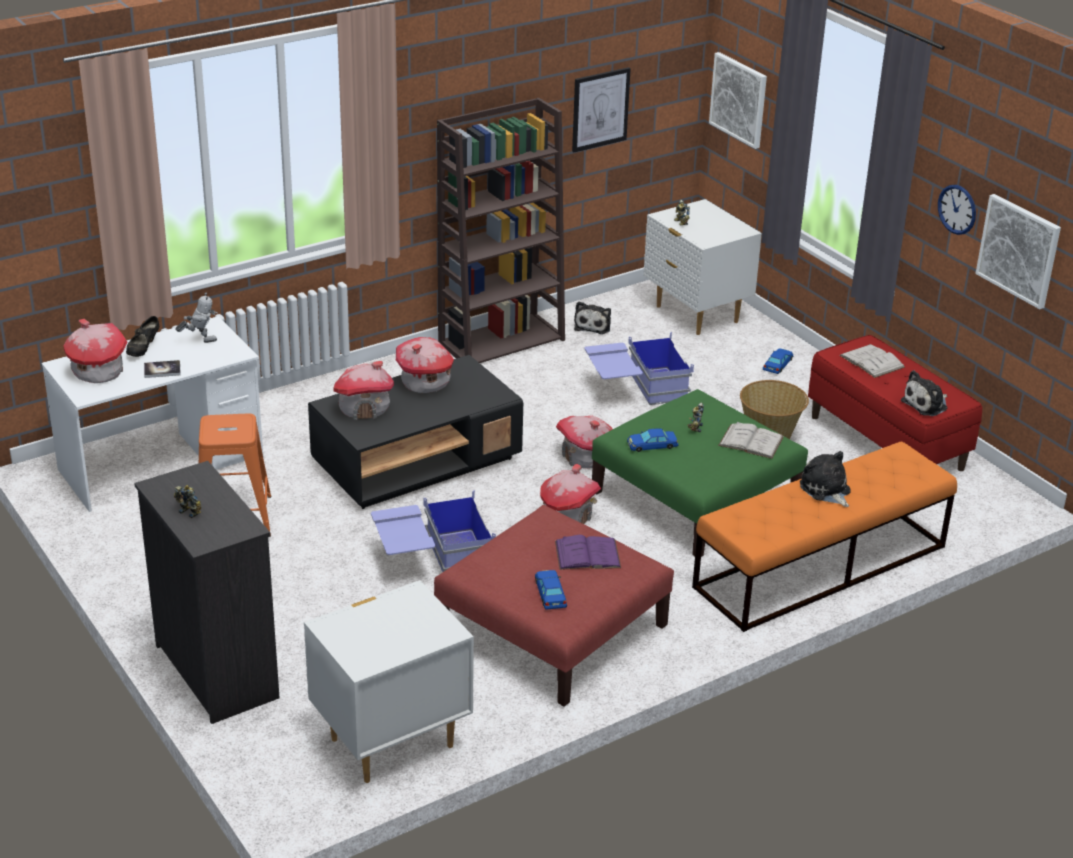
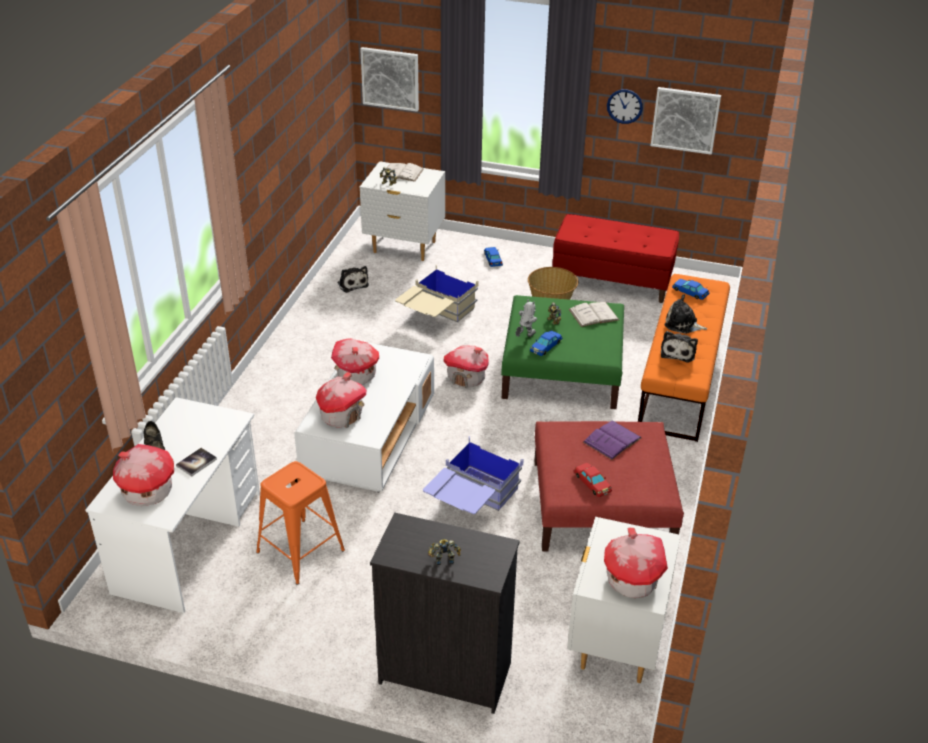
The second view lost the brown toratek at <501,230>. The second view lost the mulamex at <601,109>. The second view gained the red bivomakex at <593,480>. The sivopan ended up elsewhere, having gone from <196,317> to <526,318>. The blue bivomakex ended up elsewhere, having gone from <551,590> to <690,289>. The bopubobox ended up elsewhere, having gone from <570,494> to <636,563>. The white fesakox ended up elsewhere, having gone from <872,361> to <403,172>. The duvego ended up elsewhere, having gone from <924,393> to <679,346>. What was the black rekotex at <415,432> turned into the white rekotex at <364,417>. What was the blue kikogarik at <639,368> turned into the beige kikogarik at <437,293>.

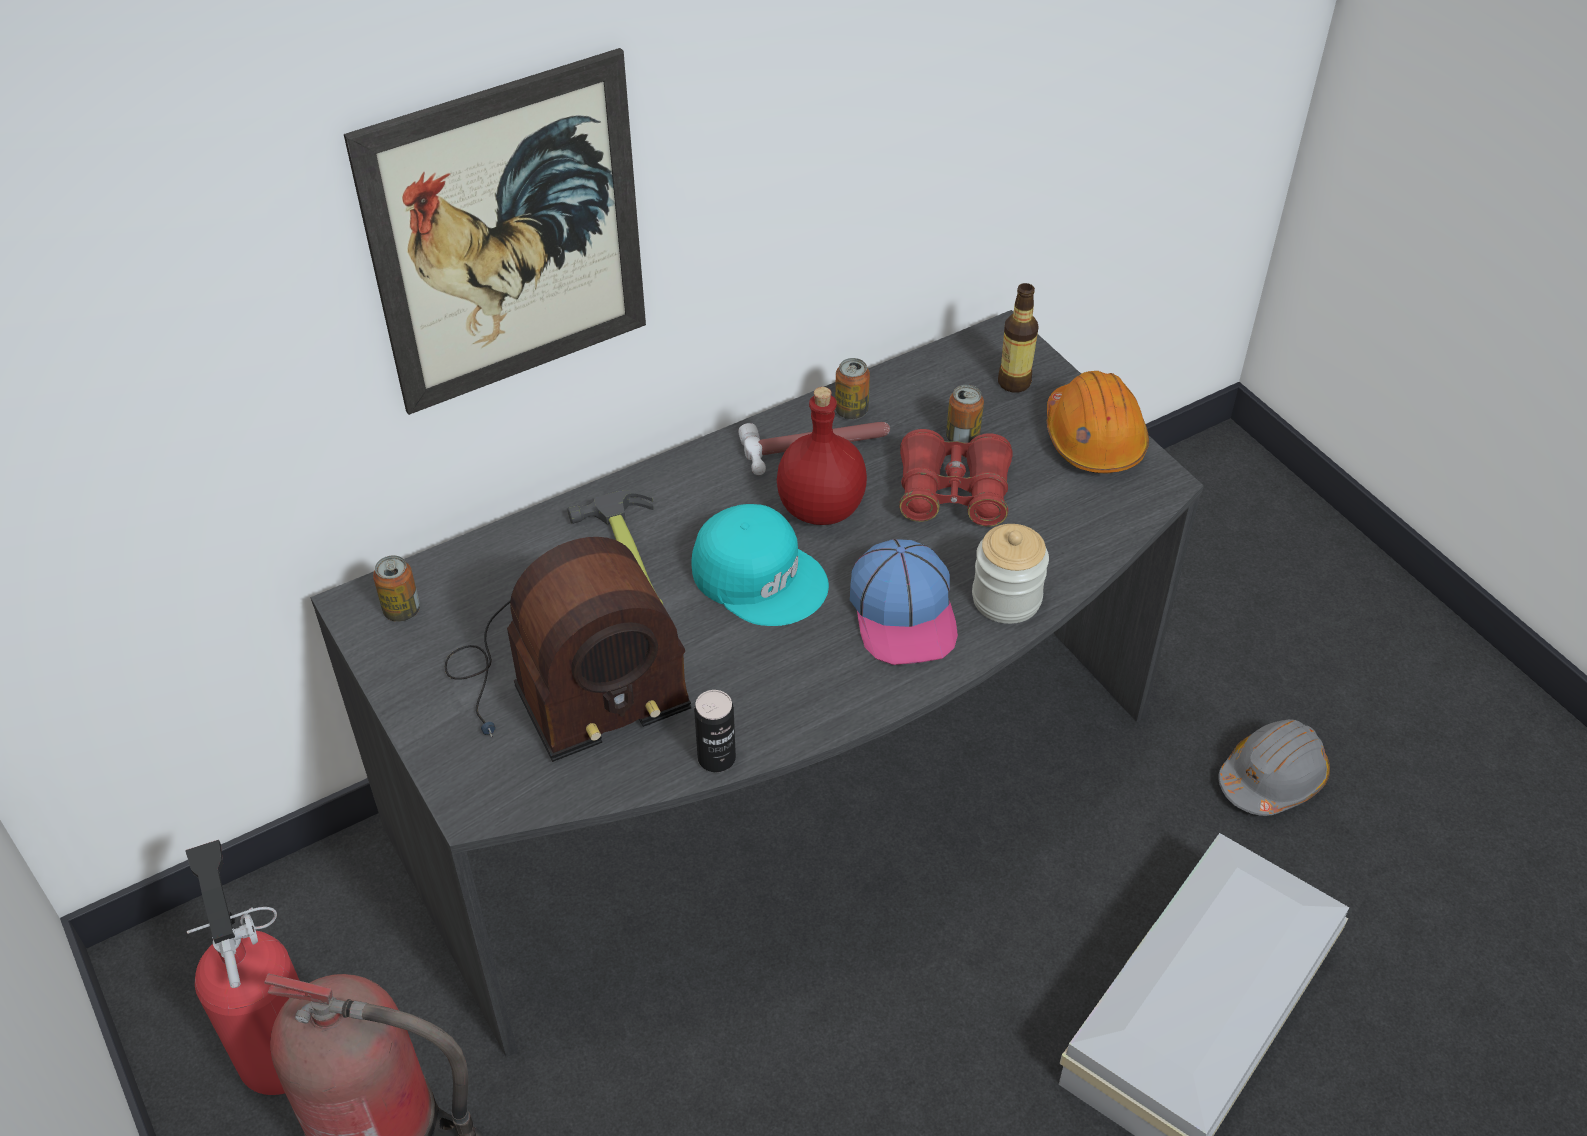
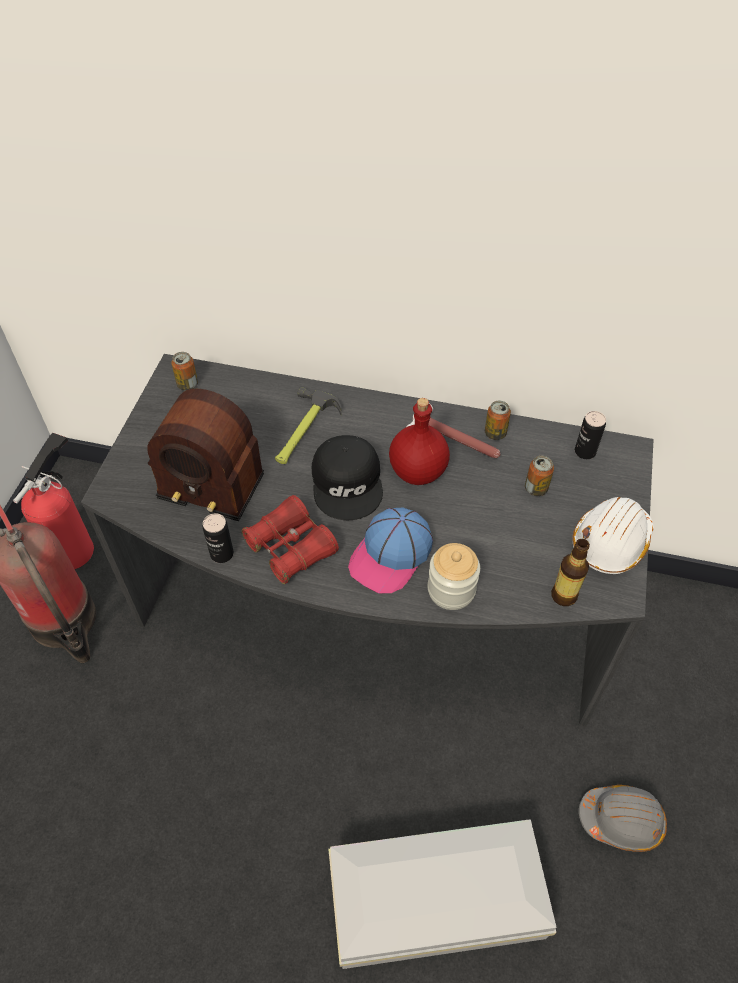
The second view lost the mulamex at <495,231>. The second view gained the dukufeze at <590,435>. The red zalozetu ended up elsewhere, having gone from <956,477> to <290,539>. The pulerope ended up elsewhere, having gone from <1018,337> to <570,572>. What was the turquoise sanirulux at <760,565> turned into the black sanirulux at <347,477>. What was the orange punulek at <1098,422> turned into the white punulek at <613,535>.

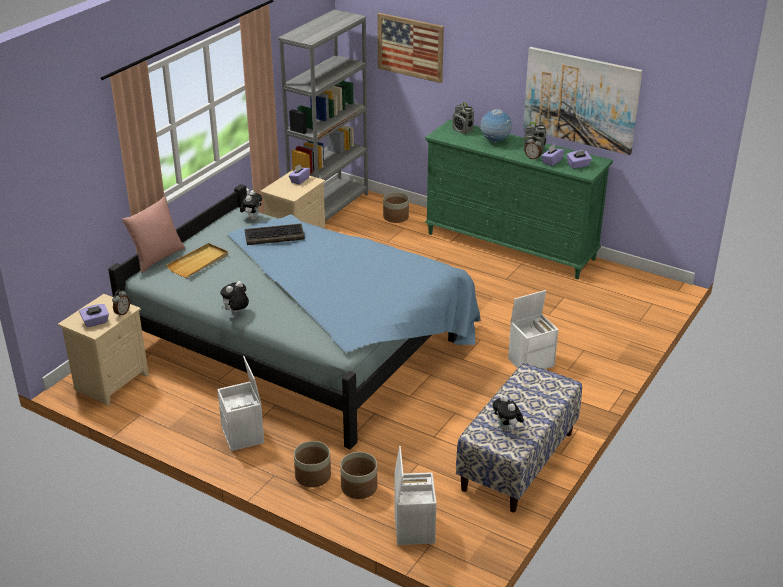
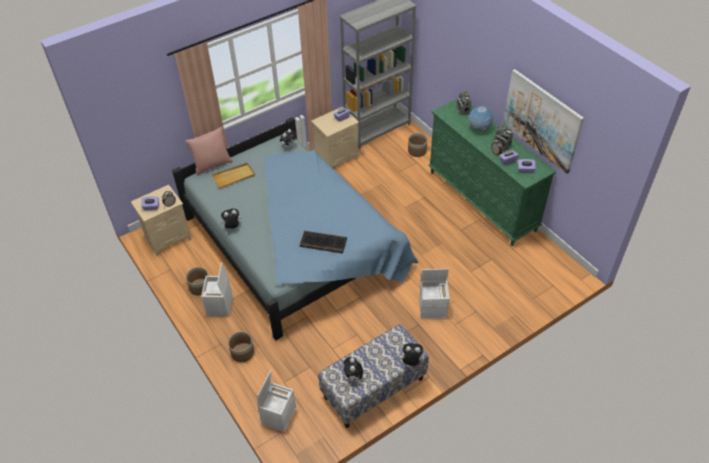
The second view lost the mulamex at <410,48>. The second view gained the duvego at <411,354>. The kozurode ended up elsewhere, having gone from <275,234> to <323,242>. The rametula ended up elsewhere, having gone from <358,475> to <197,281>.

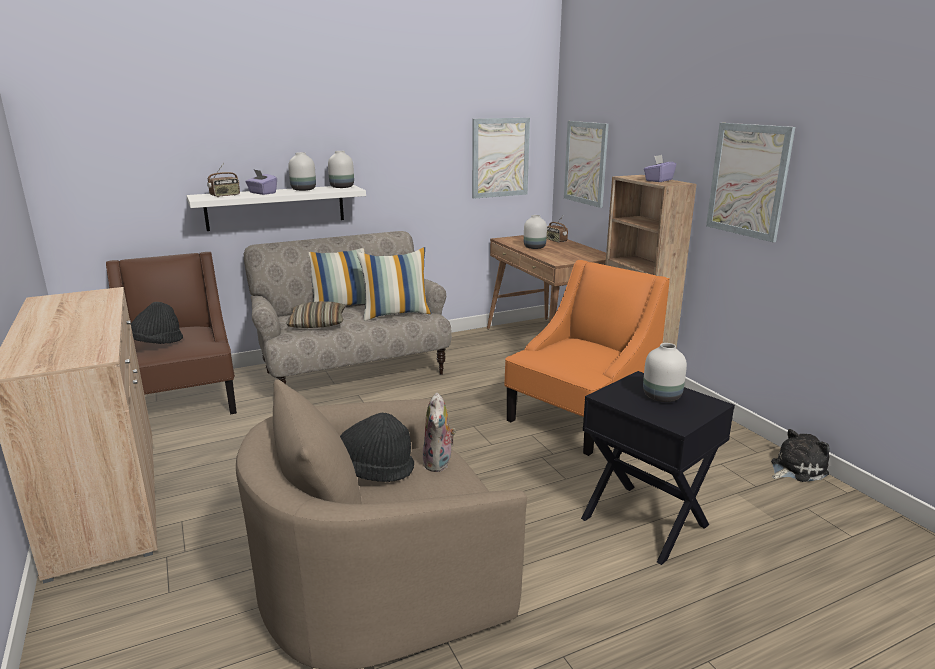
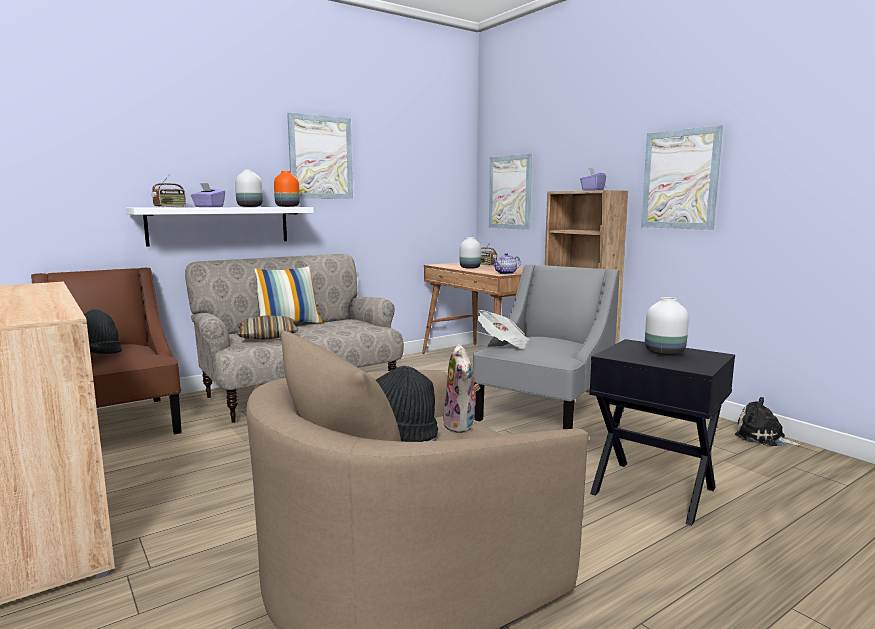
The second view lost the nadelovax at <394,284>. The second view gained the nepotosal at <503,329>. The second view gained the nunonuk at <506,263>. The mulamex ended up elsewhere, having gone from <501,158> to <320,156>. What was the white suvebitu at <341,169> turned into the orange suvebitu at <287,189>. What was the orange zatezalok at <587,358> turned into the grey zatezalok at <546,346>. The duvego at <800,455> ended up facing another way, 105 degrees counterclockwise from before.

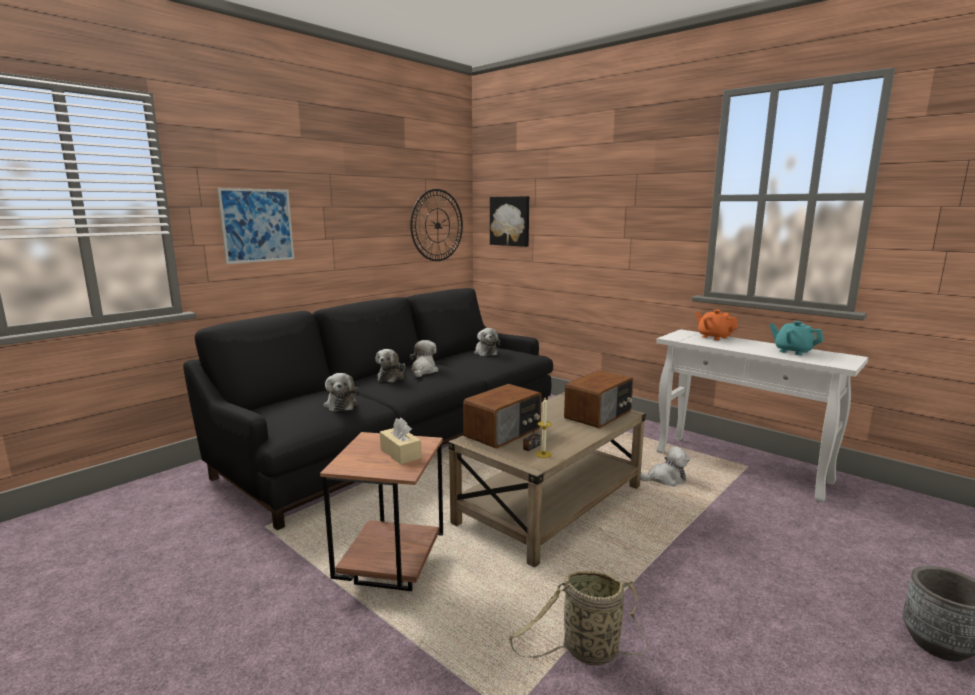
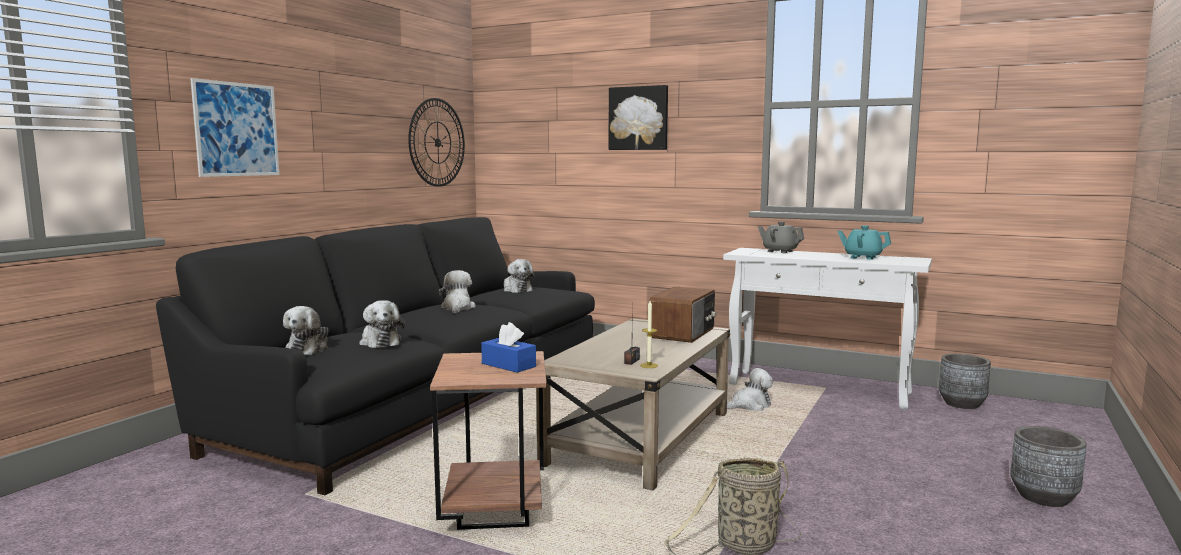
The second view lost the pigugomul at <502,416>. The second view gained the grey rametula at <965,381>. The duvego ended up elsewhere, having gone from <390,366> to <305,330>. The mulamex ended up elsewhere, having gone from <509,221> to <638,117>. What was the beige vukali at <401,441> turned into the blue vukali at <508,347>. What was the orange nunonuk at <716,325> turned into the grey nunonuk at <781,237>.

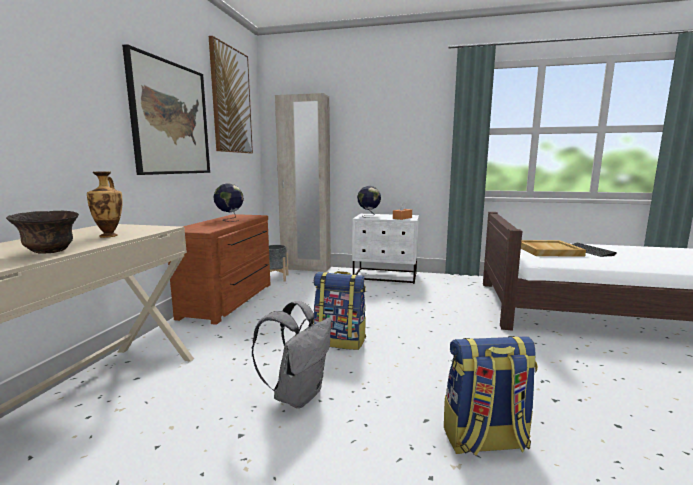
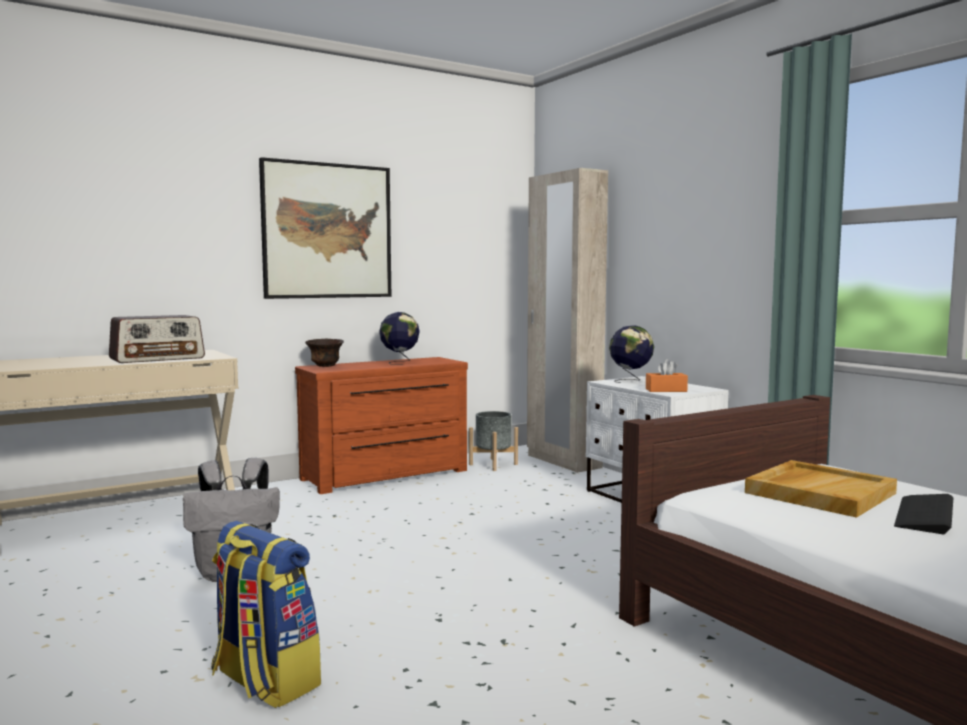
The second view lost the mulamex at <231,94>. The second view lost the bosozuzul at <339,310>. The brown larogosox ended up elsewhere, having gone from <42,232> to <324,353>. Where the suvebitu stood at <105,204>, the pigugomul came to stand at <157,339>.

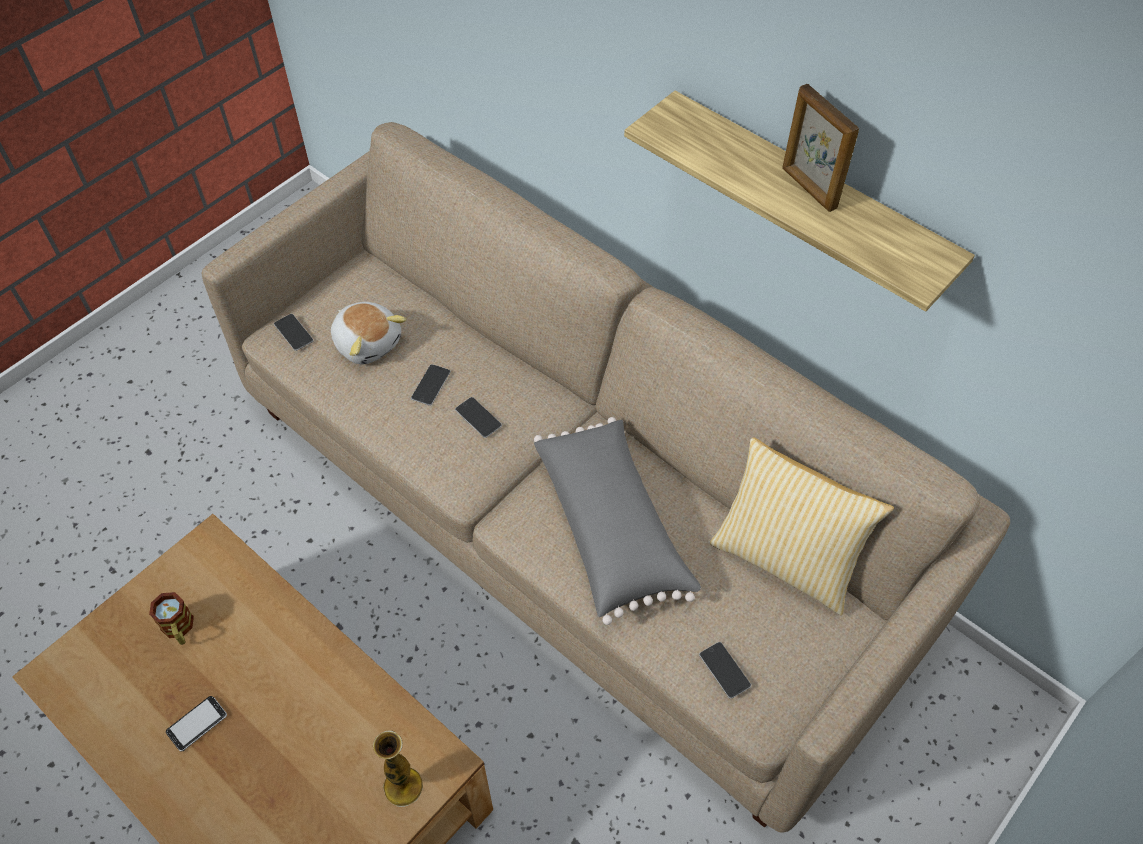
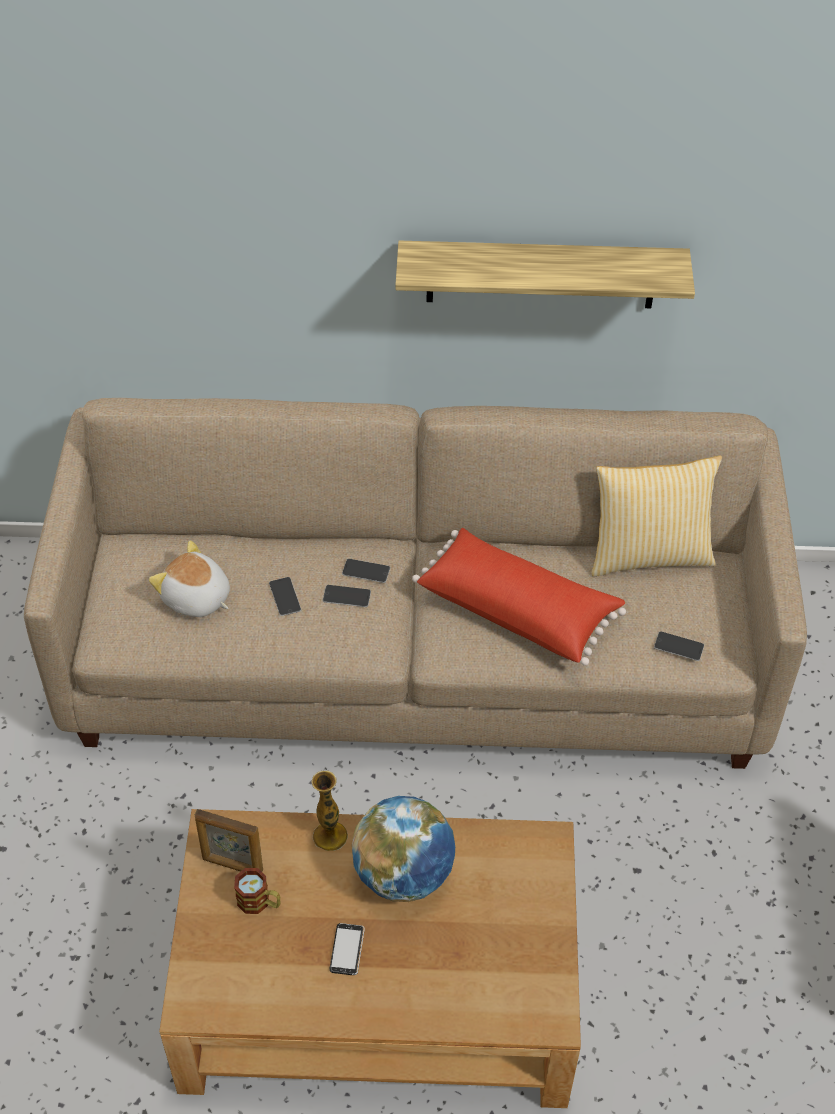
The second view gained the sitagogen at <403,849>. The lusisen ended up elsewhere, having gone from <294,332> to <366,571>. The suvebitu ended up elsewhere, having gone from <398,768> to <329,811>. The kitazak ended up elsewhere, having gone from <820,148> to <229,840>. What was the grey nadelovax at <617,521> turned into the red nadelovax at <519,597>. The duvego at <368,333> ended up facing another way, 150 degrees counterclockwise from before.

